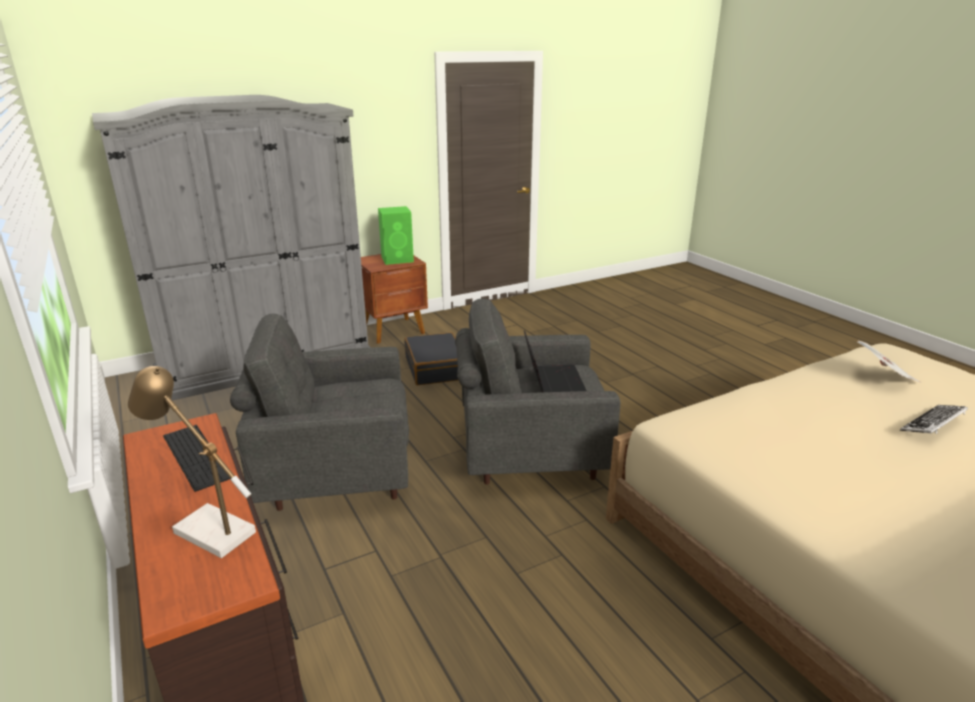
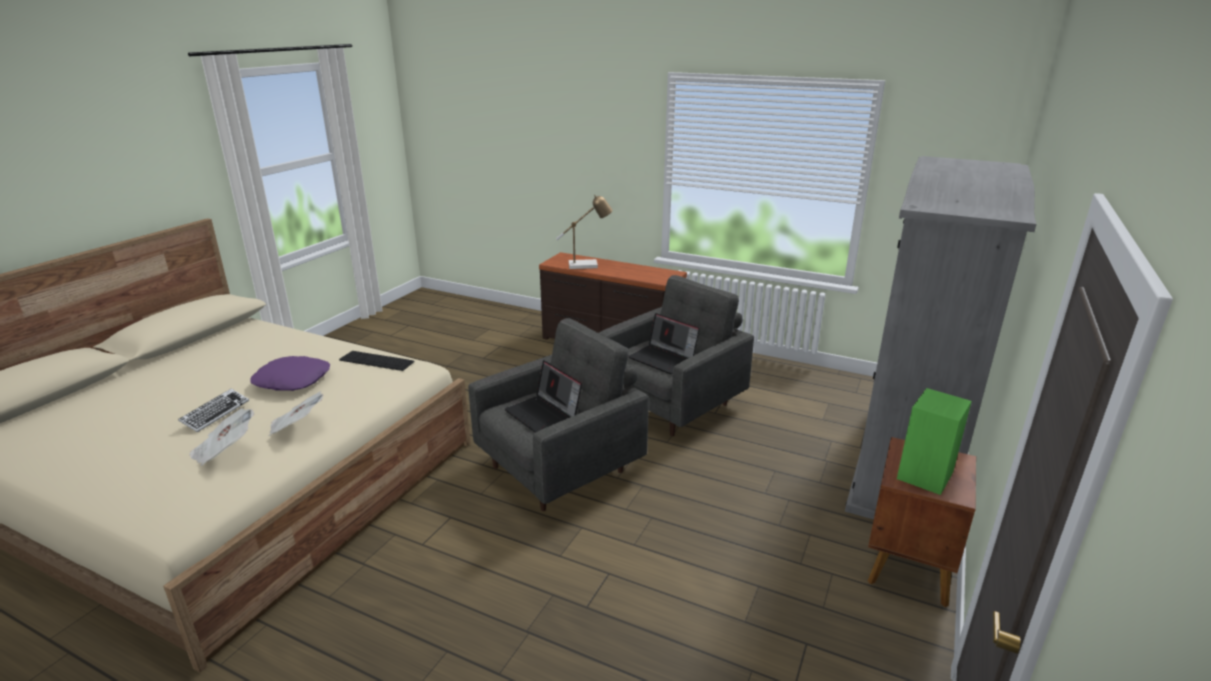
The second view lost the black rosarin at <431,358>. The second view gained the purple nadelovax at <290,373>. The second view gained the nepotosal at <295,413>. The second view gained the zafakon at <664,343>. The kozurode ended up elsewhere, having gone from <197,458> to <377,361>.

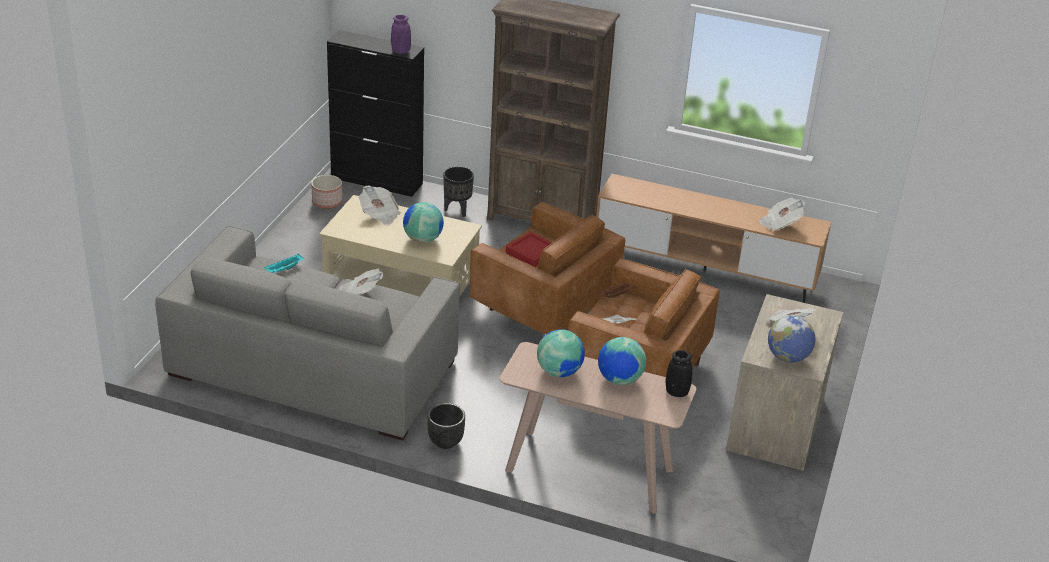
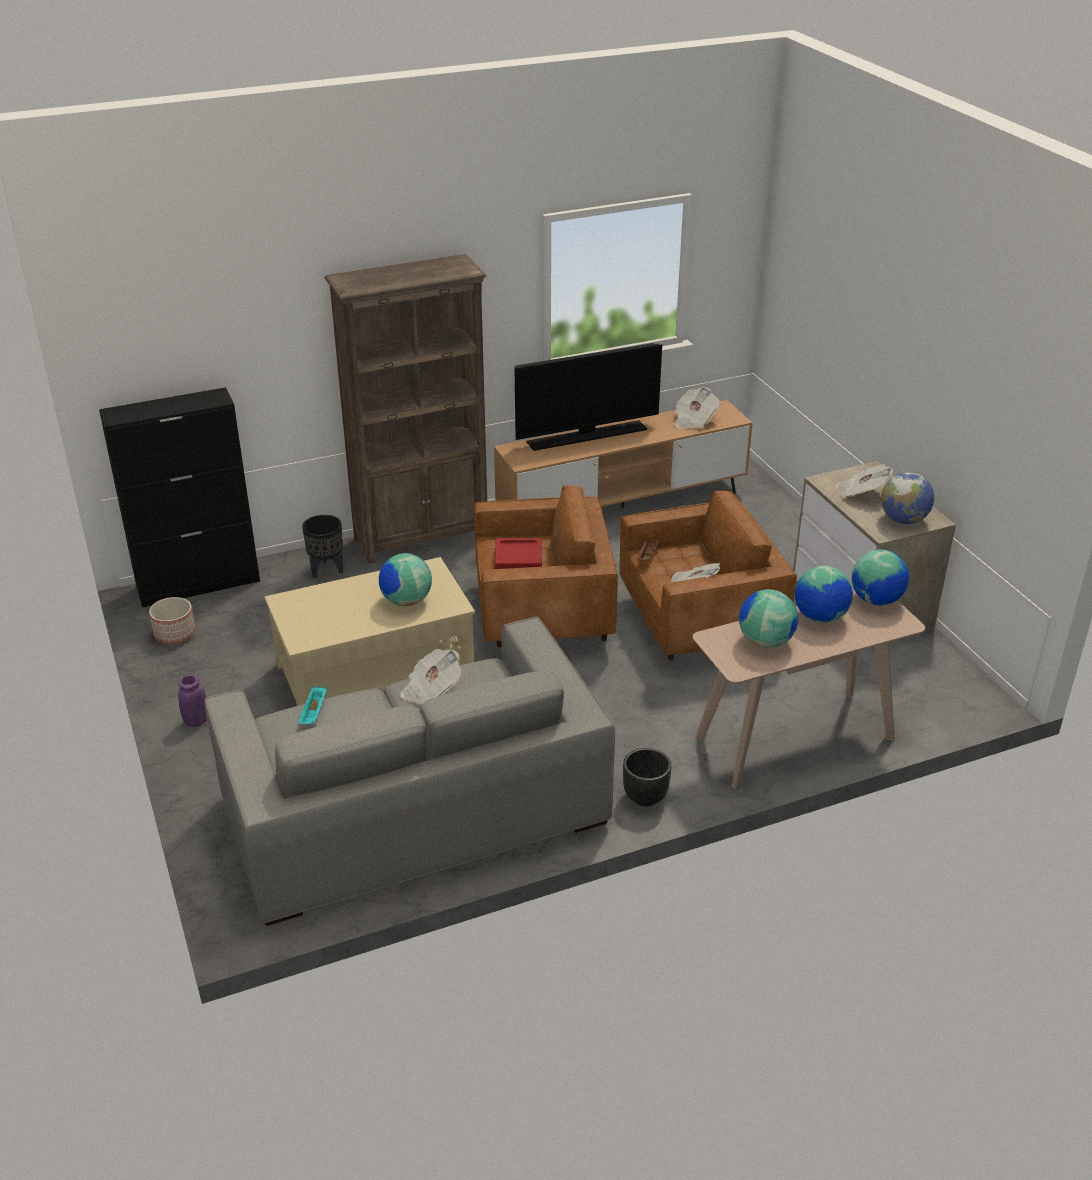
The second view lost the nepotosal at <380,205>. The second view gained the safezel at <588,397>. The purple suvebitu ended up elsewhere, having gone from <401,34> to <192,700>. Where the black suvebitu stood at <679,373>, the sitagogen came to stand at <880,577>.

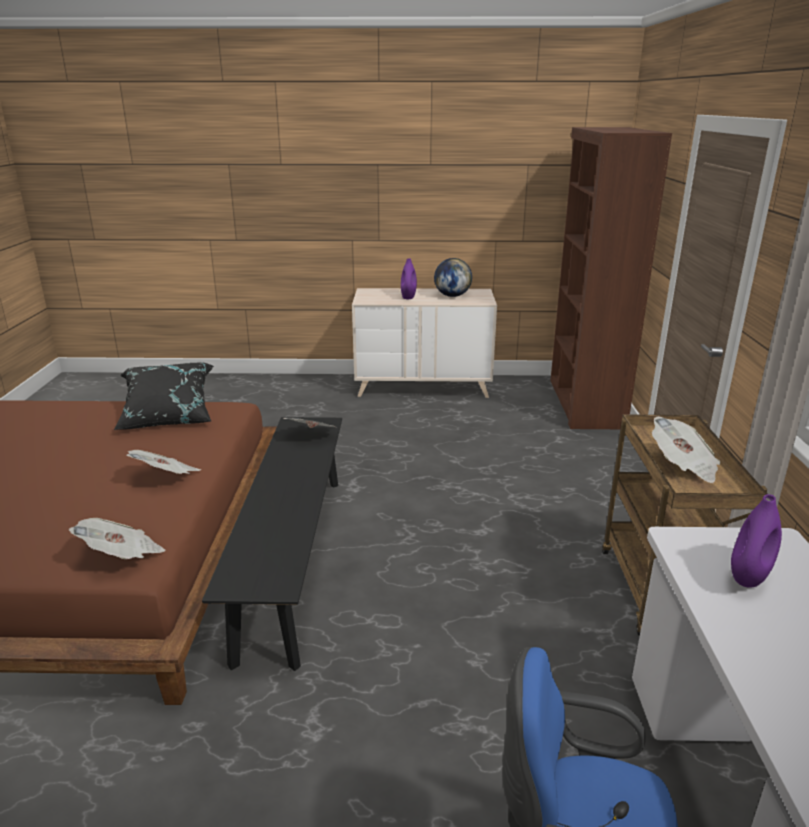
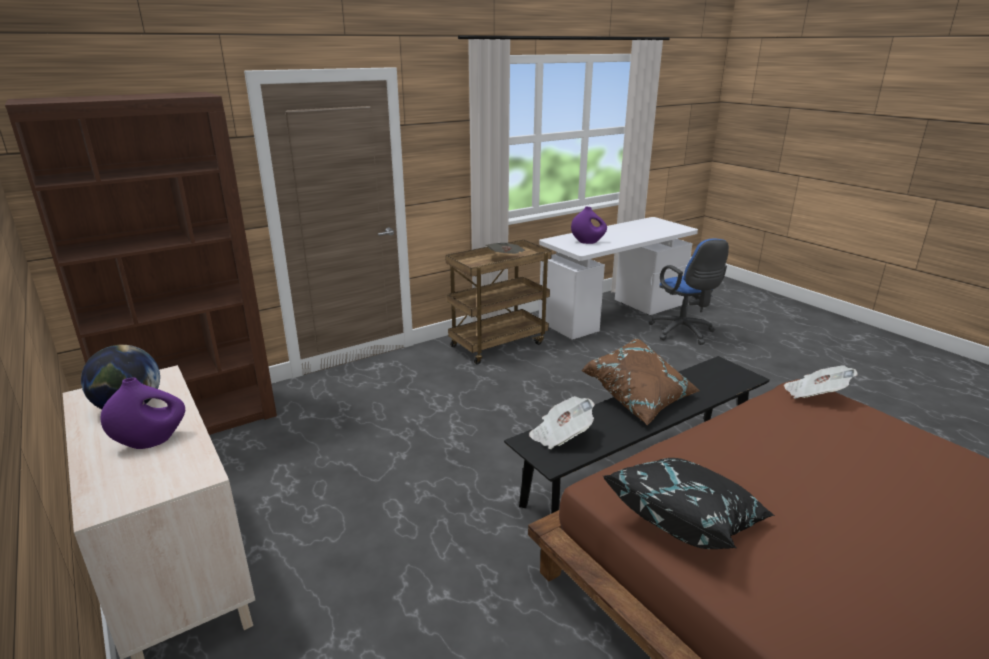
The second view lost the nepotosal at <163,462>. The second view gained the brown nadelovax at <641,381>.

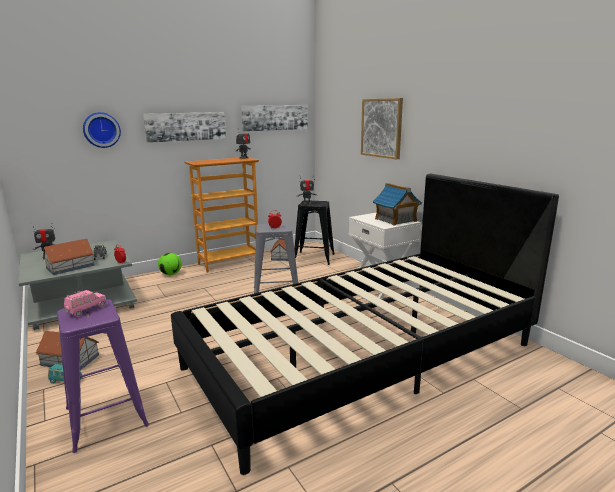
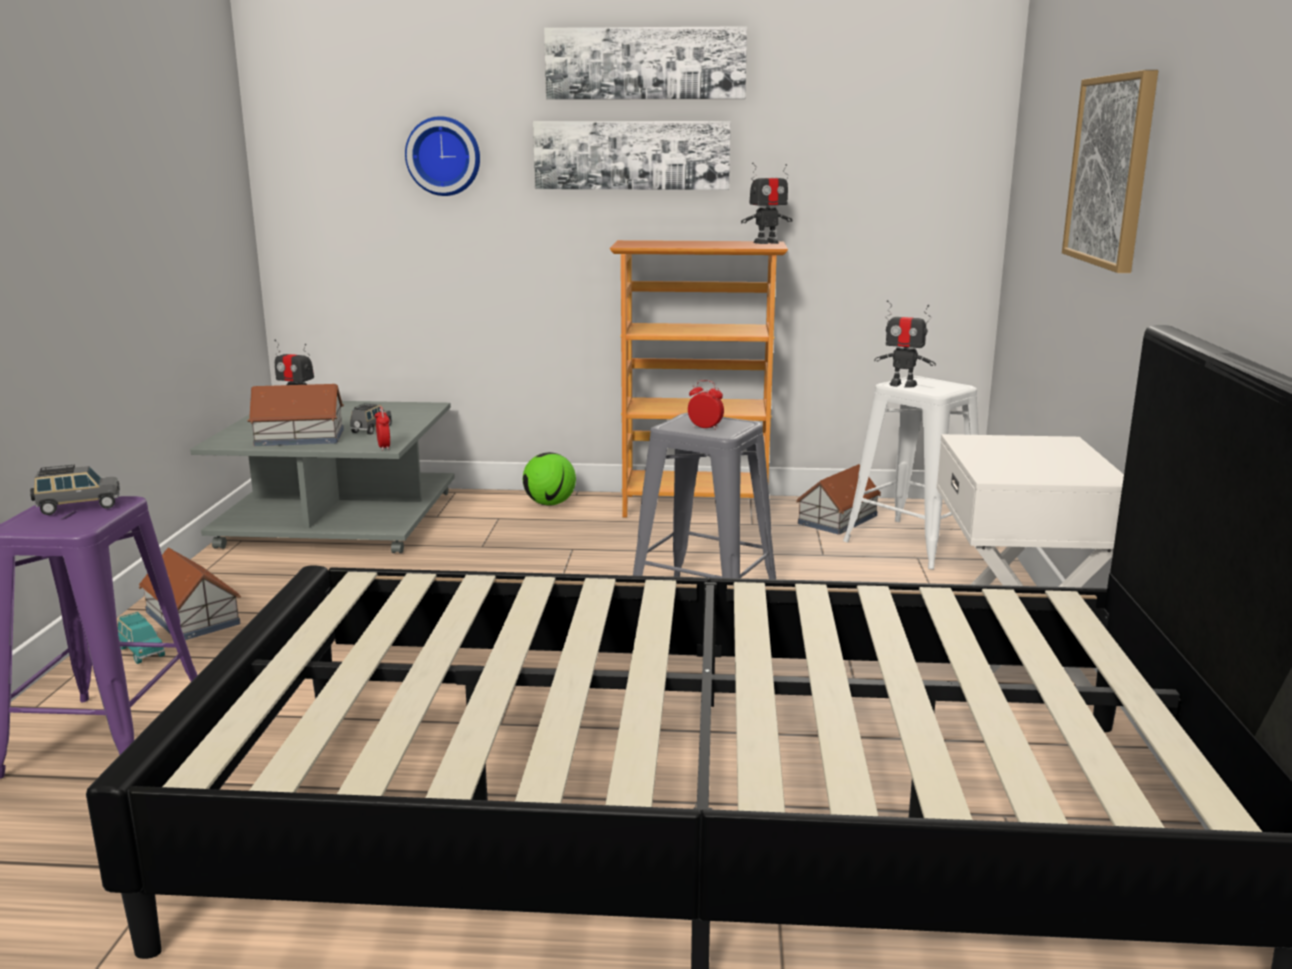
The second view lost the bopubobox at <397,204>. The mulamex ended up elsewhere, having gone from <274,118> to <645,63>. What was the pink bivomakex at <85,303> turned into the grey bivomakex at <75,490>. What was the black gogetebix at <314,232> turned into the white gogetebix at <911,473>.

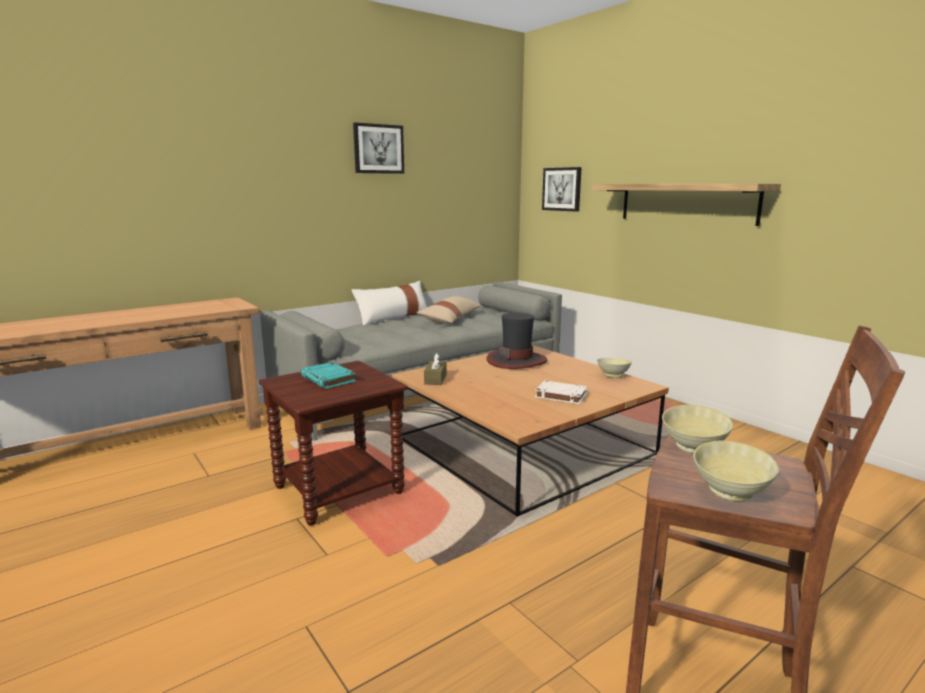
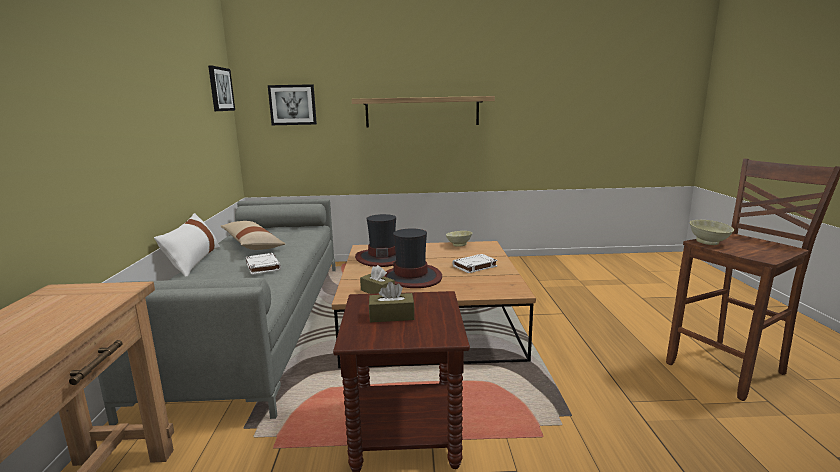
The second view lost the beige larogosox at <736,471>. The second view gained the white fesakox at <263,264>. The second view gained the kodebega at <413,258>. The mulamex ended up elsewhere, having gone from <378,148> to <221,88>. Where the turquoise fesakox stood at <328,375>, the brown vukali came to stand at <392,302>.

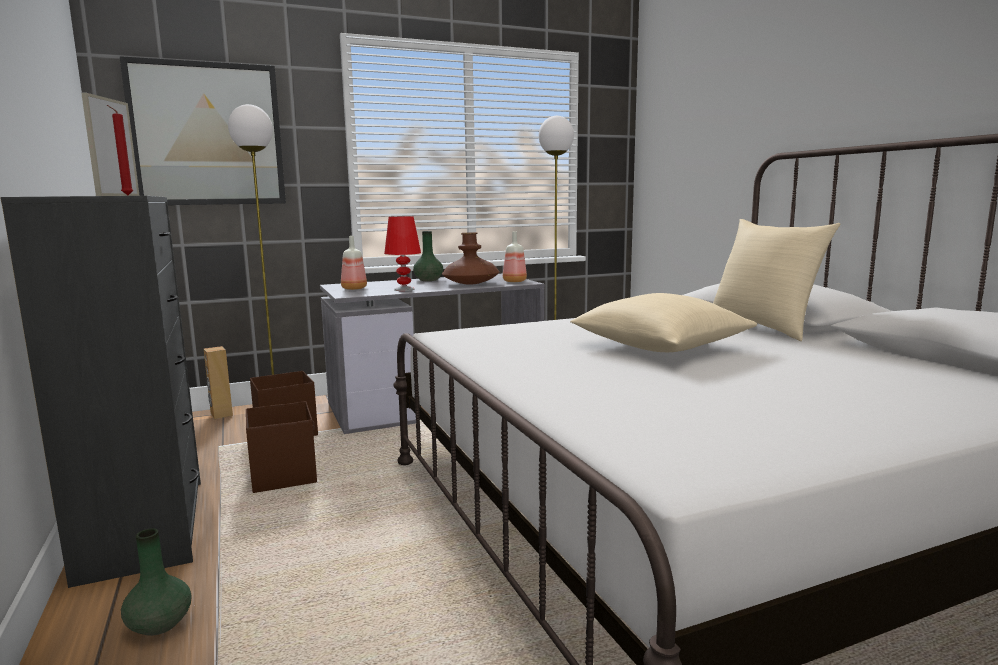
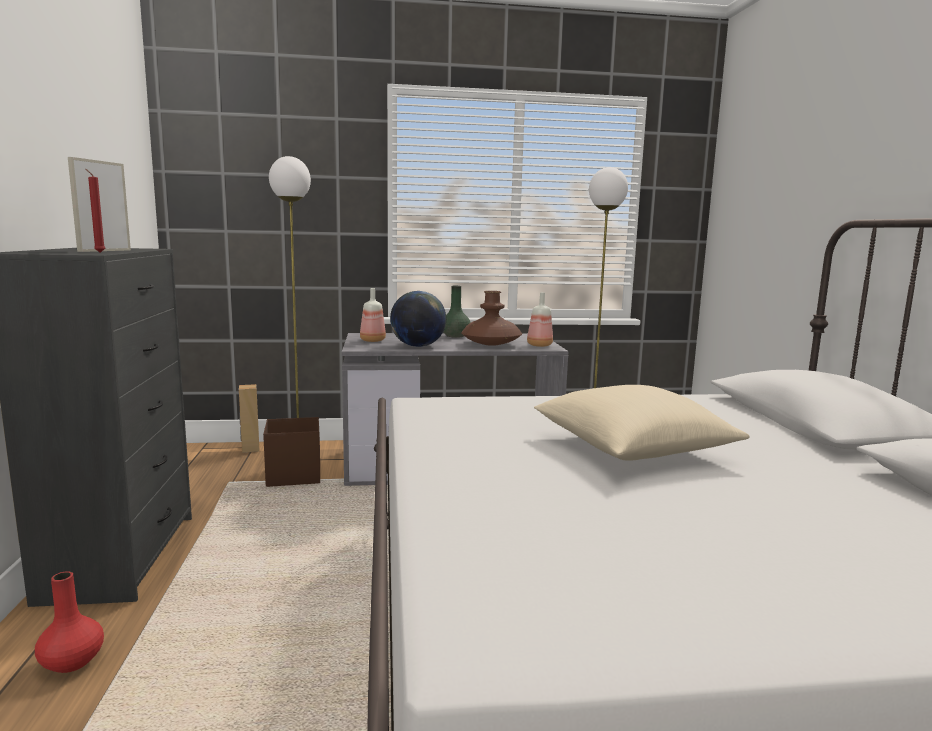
The second view lost the mulamex at <203,130>. The second view lost the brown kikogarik at <281,447>. The second view lost the beige nadelovax at <776,280>. Where the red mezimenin stood at <402,253>, the sitagogen came to stand at <418,319>. What was the green suvebitu at <156,582> turned into the red suvebitu at <69,622>.

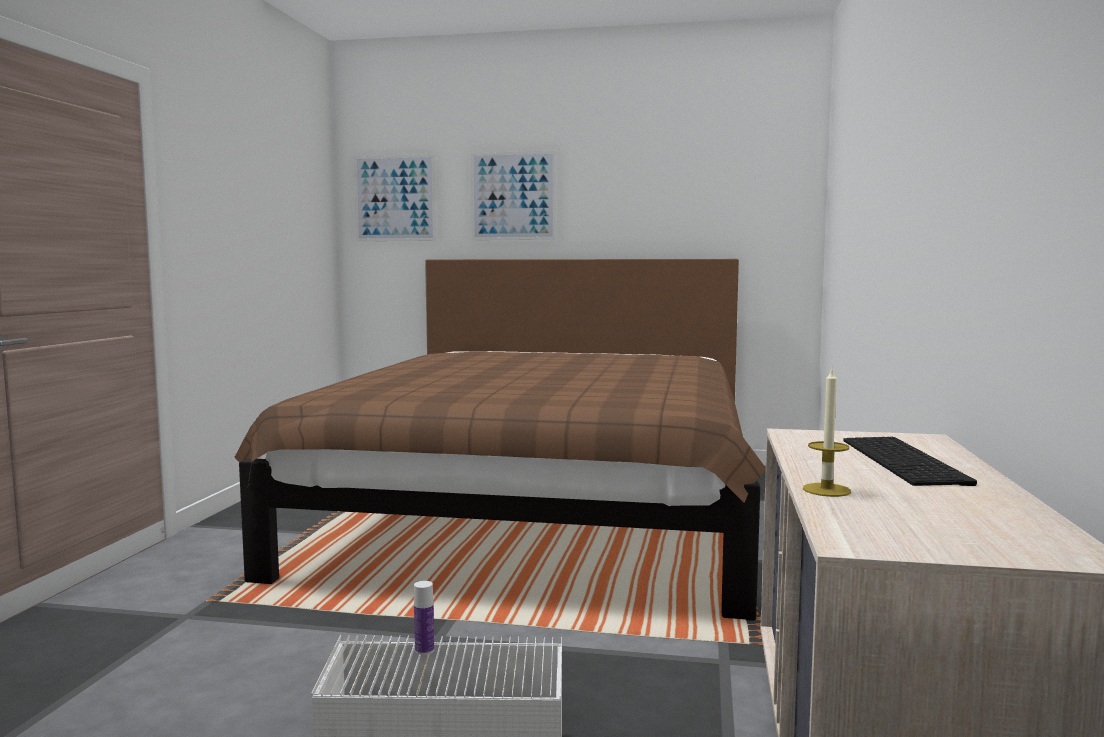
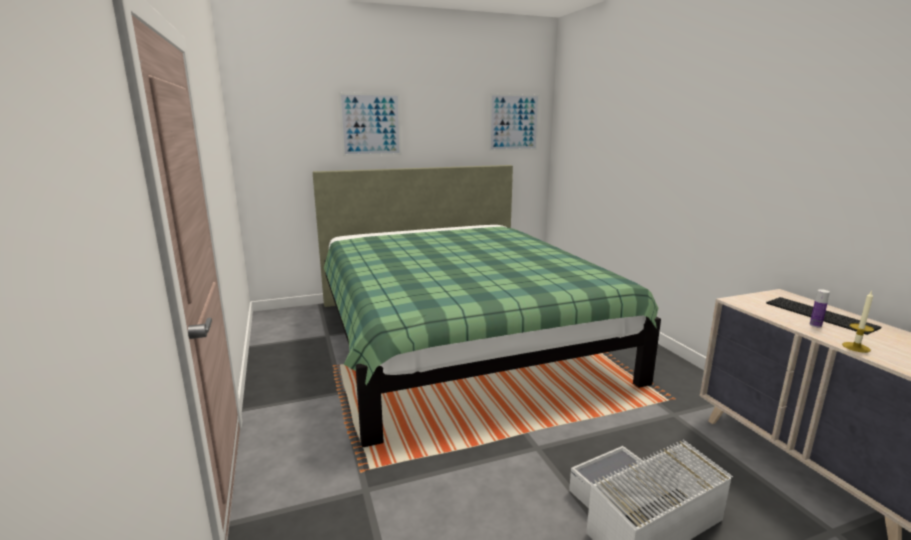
The mulamex ended up elsewhere, having gone from <395,197> to <514,122>. The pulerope ended up elsewhere, having gone from <424,618> to <820,308>. What was the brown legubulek at <500,440> turned into the green legubulek at <487,306>.

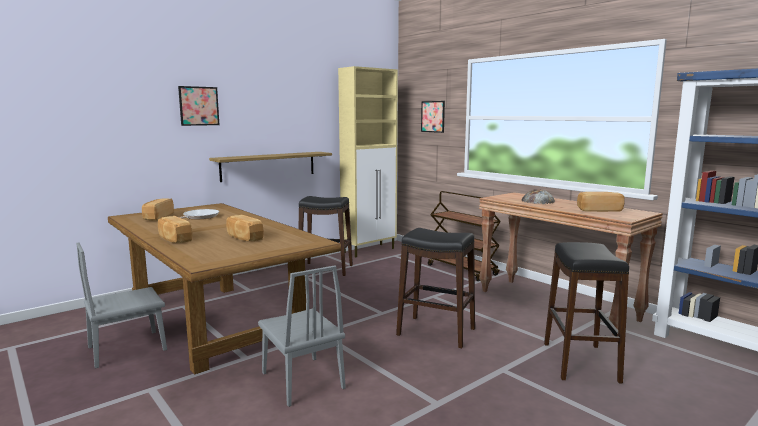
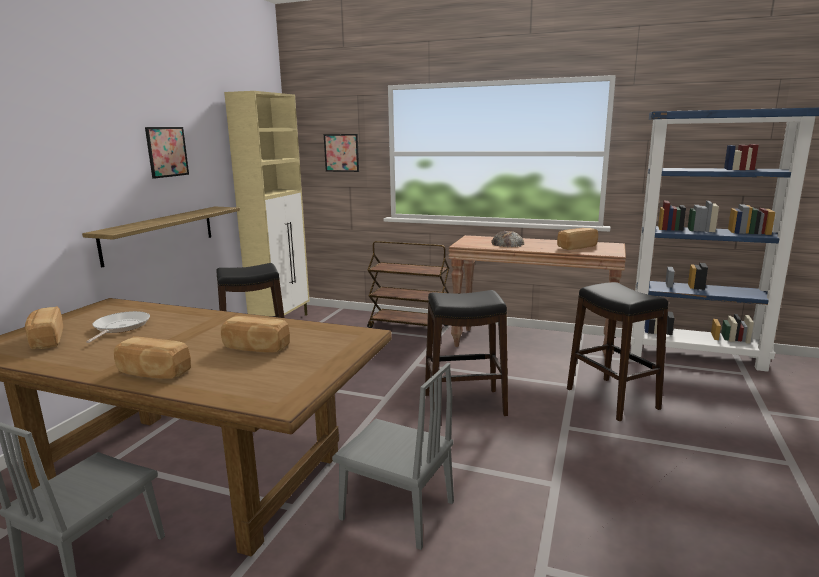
The mulamex ended up elsewhere, having gone from <198,106> to <167,153>.

